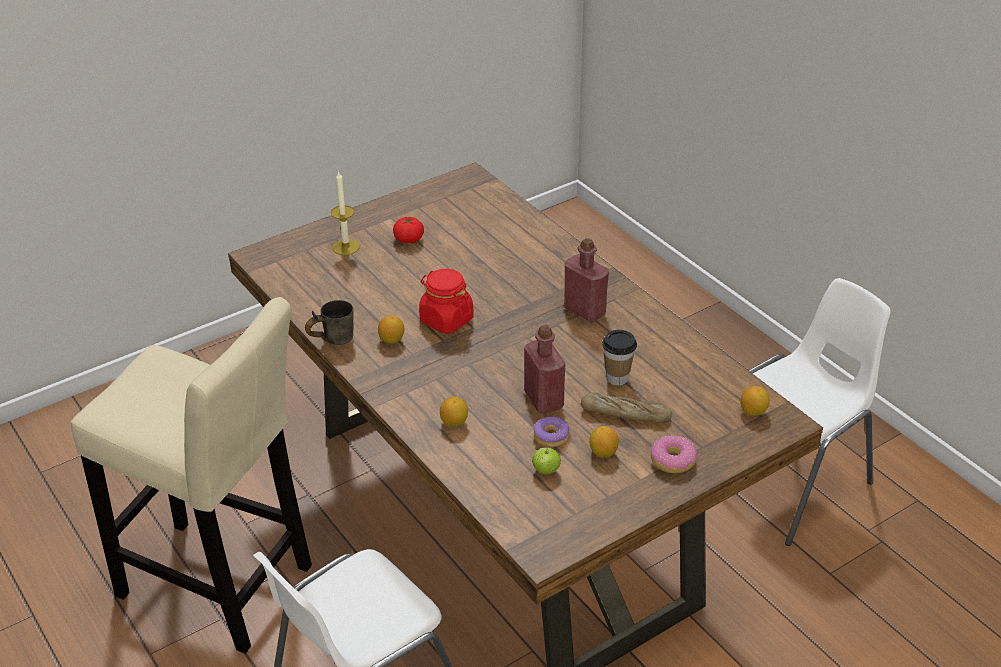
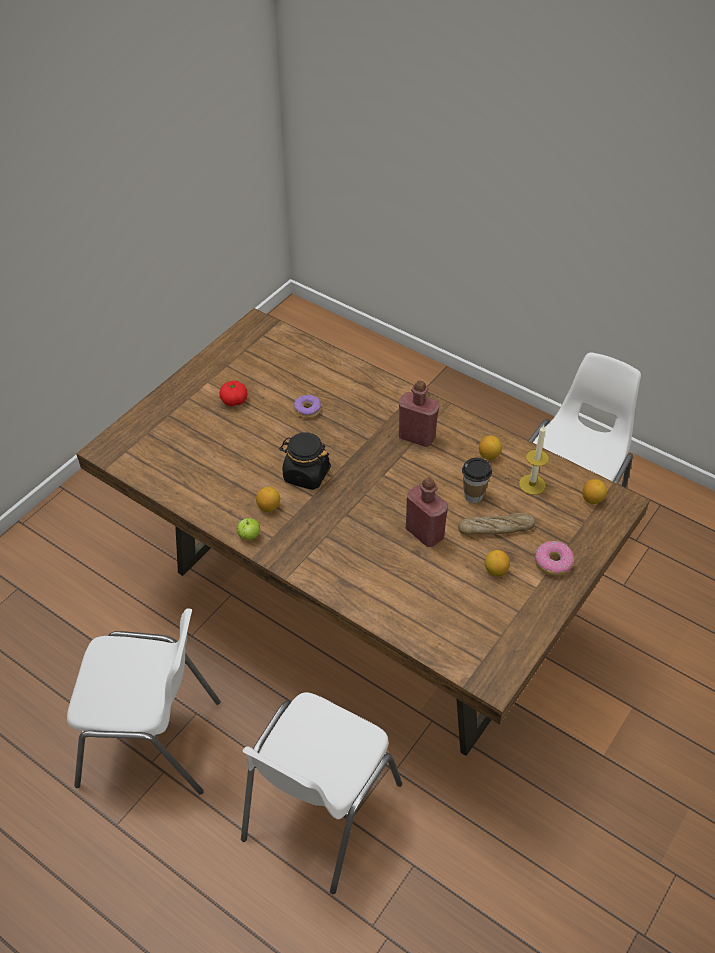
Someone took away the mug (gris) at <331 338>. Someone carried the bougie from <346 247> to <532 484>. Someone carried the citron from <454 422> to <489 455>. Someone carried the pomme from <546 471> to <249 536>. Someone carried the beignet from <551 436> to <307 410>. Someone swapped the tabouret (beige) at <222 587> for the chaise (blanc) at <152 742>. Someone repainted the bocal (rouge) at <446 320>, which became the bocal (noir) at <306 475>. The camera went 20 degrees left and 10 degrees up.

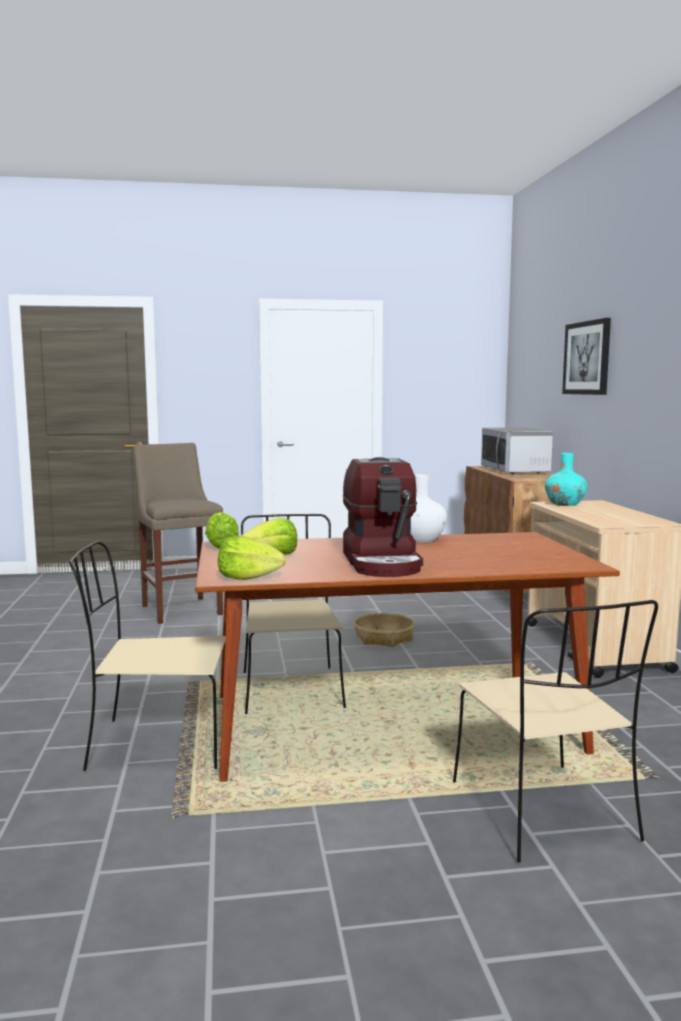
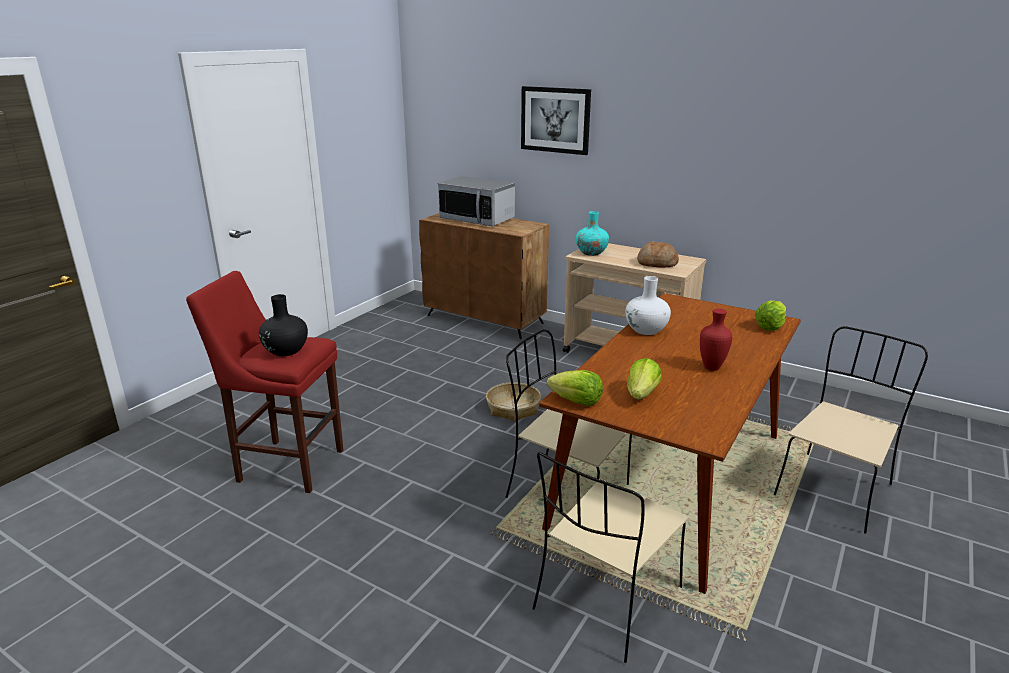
Someone put down the vase (noir) at <286 351>. Someone put down the pain at <656 263>. Someone carried the laitue from <248 577> to <770 326>. Someone swapped the machine à café at <383 562> for the vase (rouge) at <711 367>. Someone repainted the tabouret (beige) at <181 609>, which became the tabouret (rouge) at <286 464>. Someone rotated the chaise (beige) at <545 814> by 75 degrees counterclockwise. The camera went 50 degrees left and 15 degrees up.

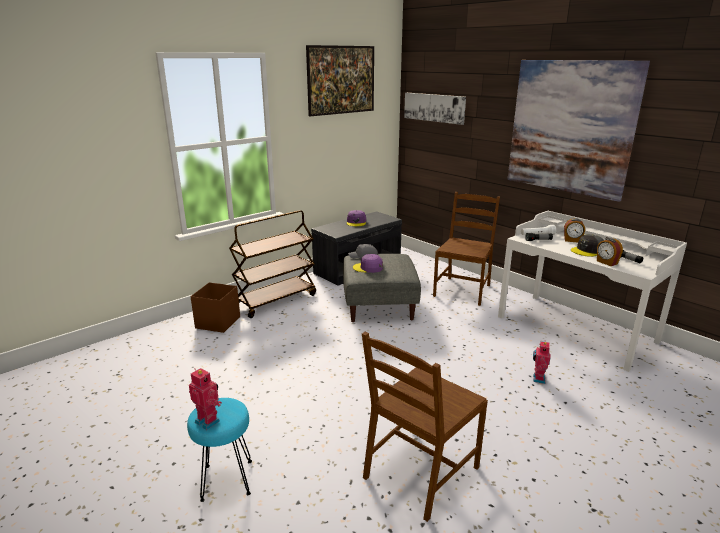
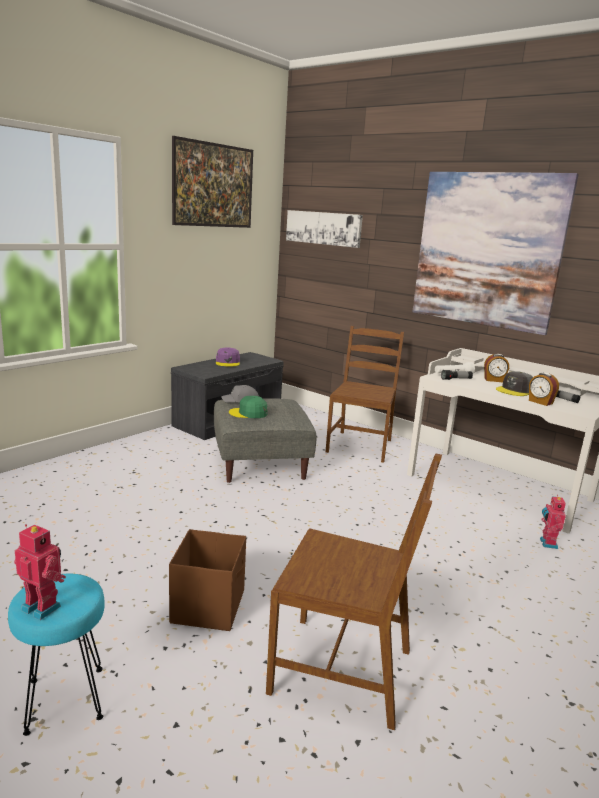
Someone took away the chariot (marron) at <276 300>. Someone carried the boîte de rangement (marron) from <218 322> to <209 606>. Someone carried the robot jouet from <537 378> to <547 543>. Someone repainted the casquette (violet) at <368 268>, which became the casquette (vert) at <248 413>. Someone rotated the chaise (marron) at <420 472> by 105 degrees counterclockwise. The camera went 10 degrees left and 5 degrees down.

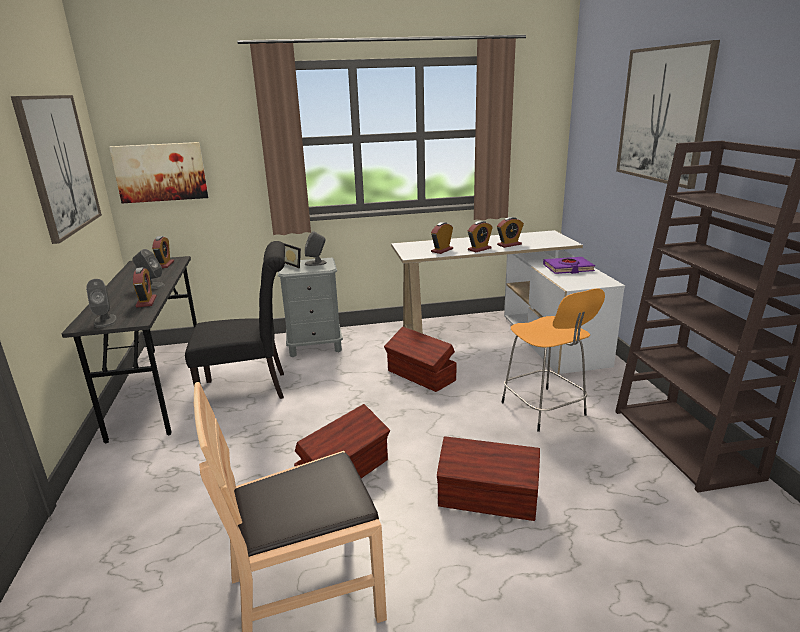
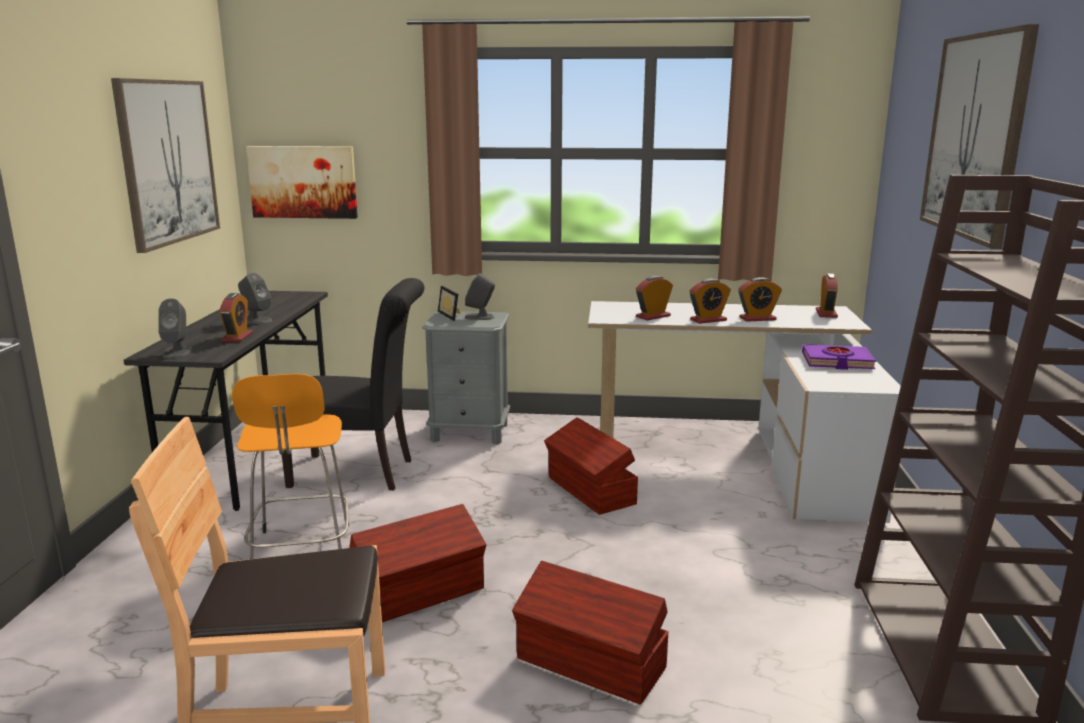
Someone carried the réveil from <164 265> to <826 313>. Someone carried the tabouret (orange) from <545 410> to <301 552>. The camera went 15 degrees right and 5 degrees down.

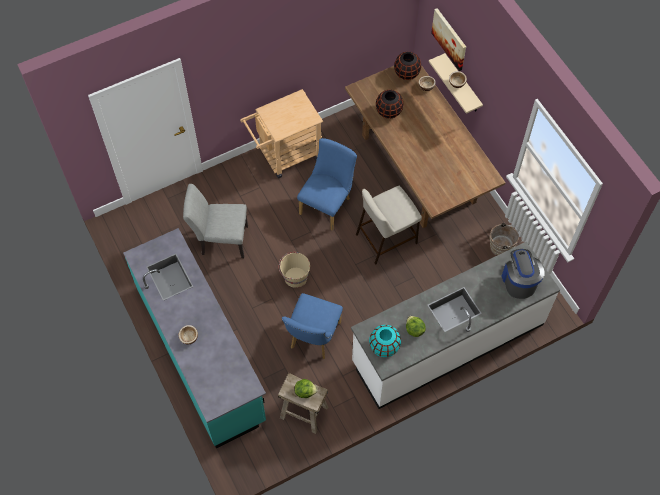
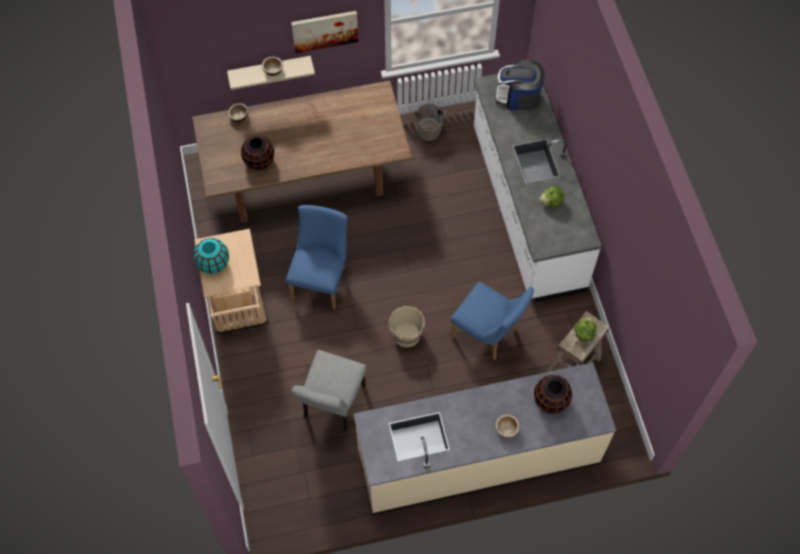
Someone took away the tabouret (beige) at <387 238>. Someone carried the vase (turquoise) from <384 346> to <213 264>. Someone carried the vase (noir) from <406 73> to <550 401>. Someone carried the tableau from <449 39> to <325 30>. Someone repainted the comptoir de cuisine (turquoise) at <201 353>, which became the comptoir de cuisine (beige) at <477 457>. Someone rotated the chaise (bleu) at <327 204> by 60 degrees clockwise. The camera went 75 degrees left and 0 degrees up.

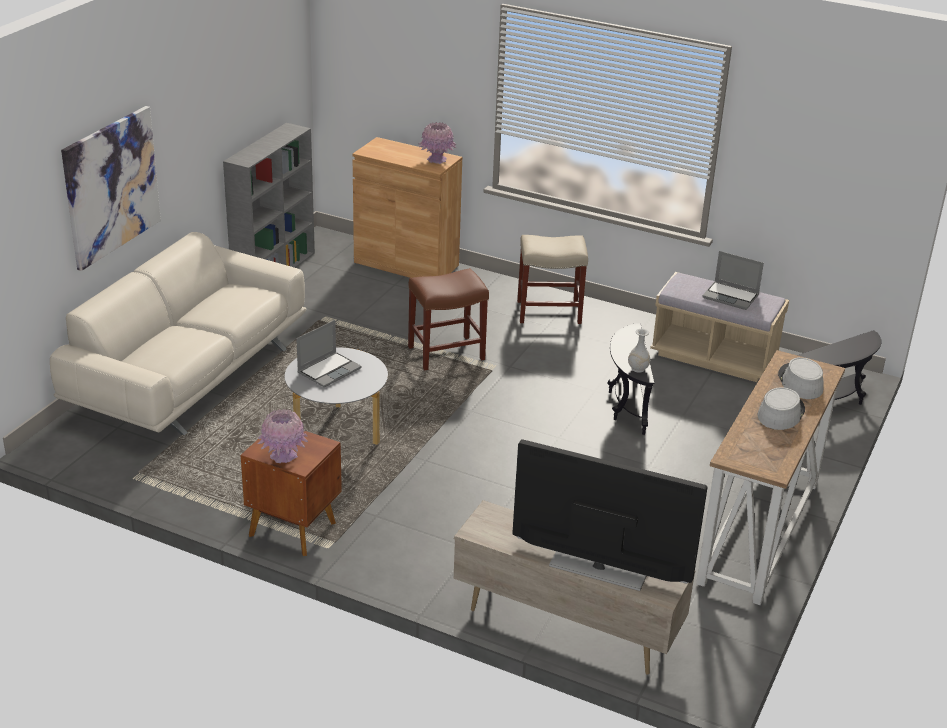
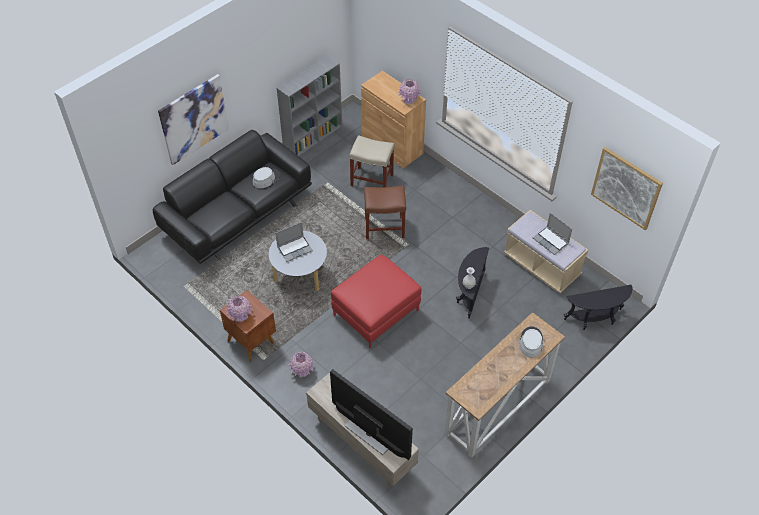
Someone put down the vase (rose) at <302 371>. Someone put down the pouf (rouge) at <376 312>. Someone put up the tableau at <626 188>. Someone carried the tabouret (beige) from <550 312> to <372 180>. Someone carried the chapeau (gris) from <780 413> to <266 179>. Someone repainted the canapé (beige) at <189 374>, which became the canapé (noir) at <237 214>. The camera went 20 degrees right and 20 degrees up.

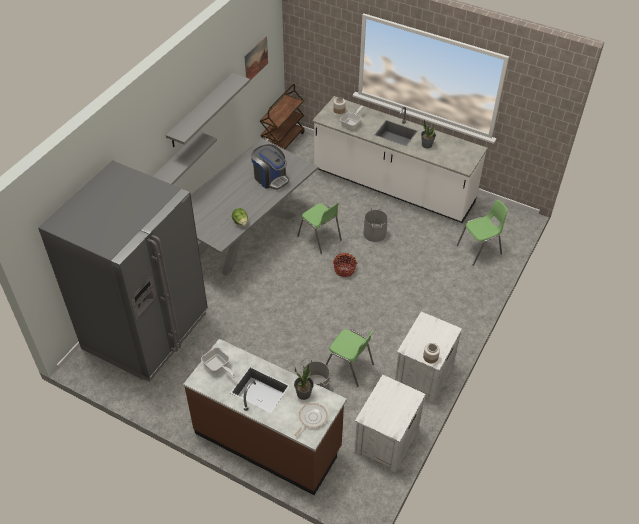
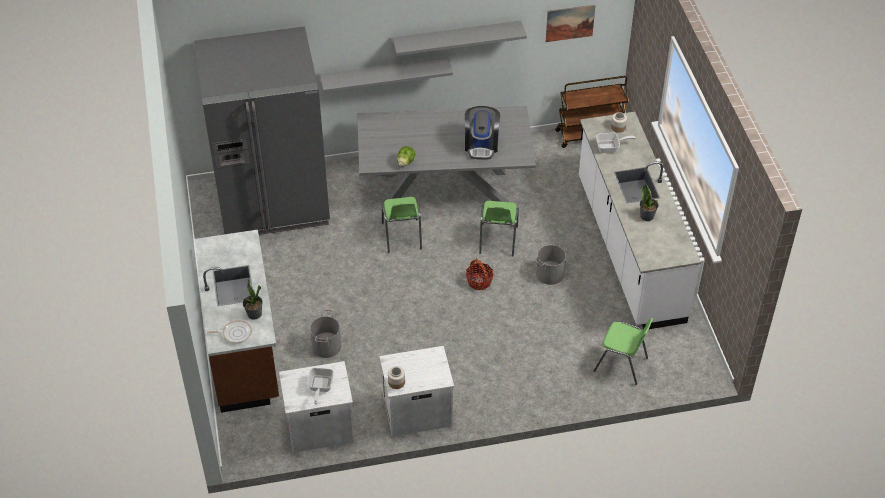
Someone carried the poêle from <218 367> to <320 388>. Someone carried the chaise (vert) from <349 367> to <402 236>. The camera went 50 degrees right and 0 degrees up.

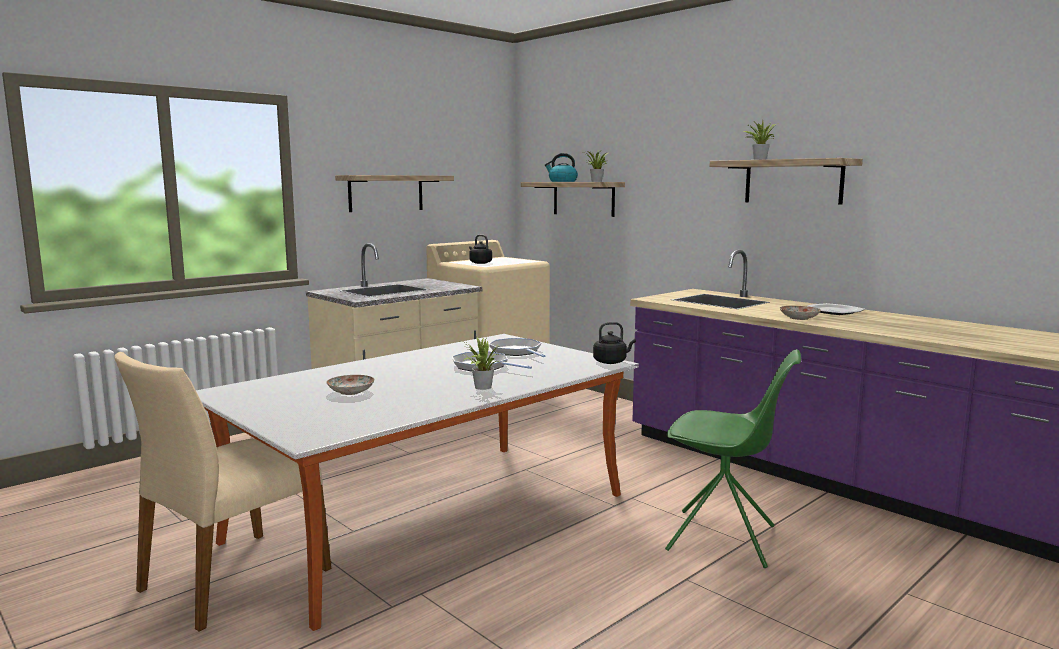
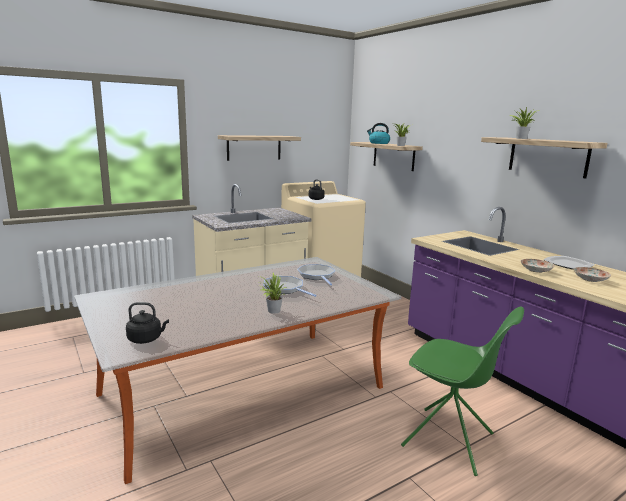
Someone took away the chaise (beige) at <232 579>. Someone carried the assiette from <351 392> to <590 279>. Someone carried the bouilloire (noir) from <611 362> to <146 339>. The camera went 10 degrees right and 5 degrees up.

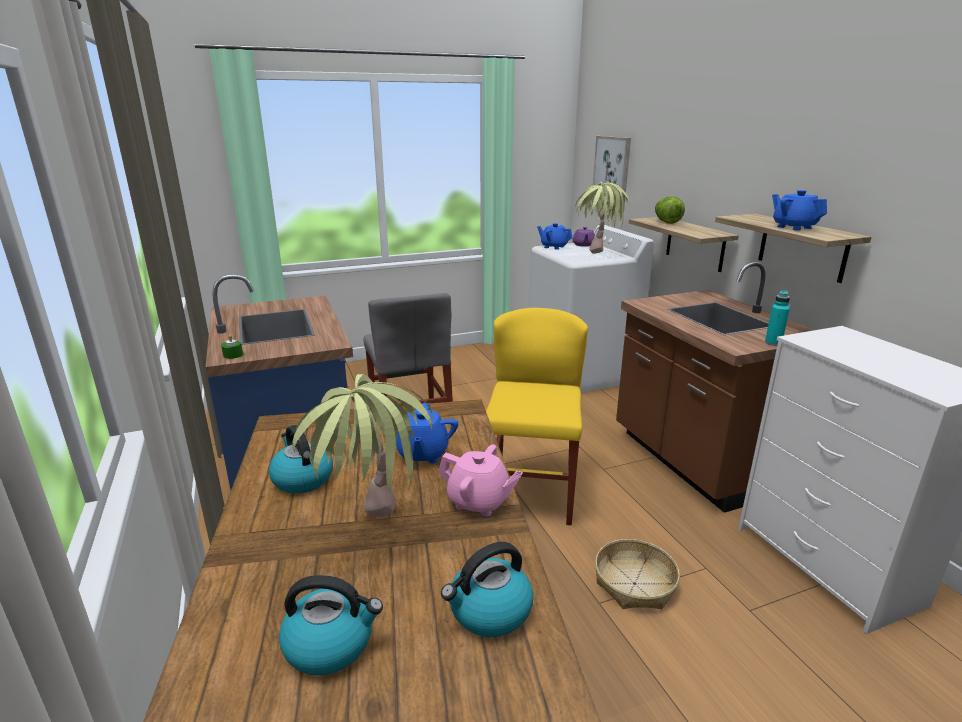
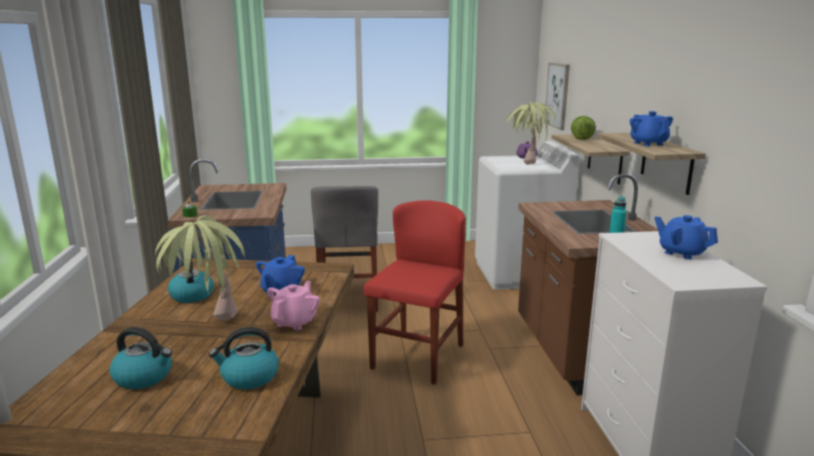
Someone took away the panier at <635 583>. Someone carried the théière (bleu) from <554 247> to <681 253>. Someone repainted the chaise (jaune) at <532 492>, which became the chaise (rouge) at <417 356>. Someone rotated the théière (rose) at <479 502> by 105 degrees counterclockwise. The camera went 15 degrees right and 5 degrees down.

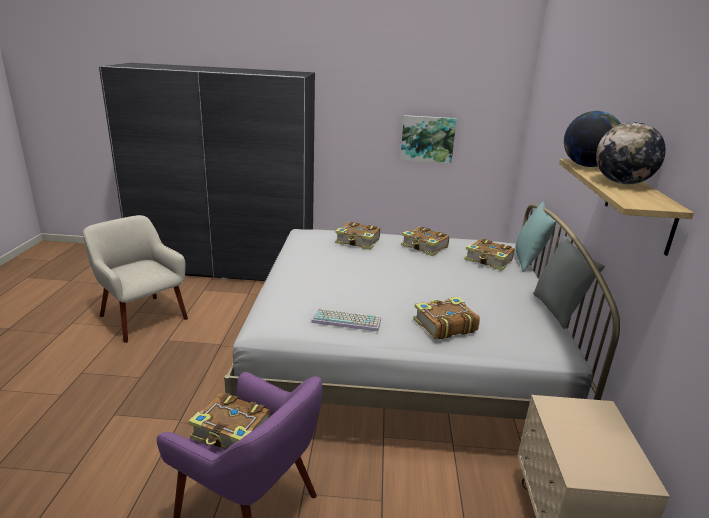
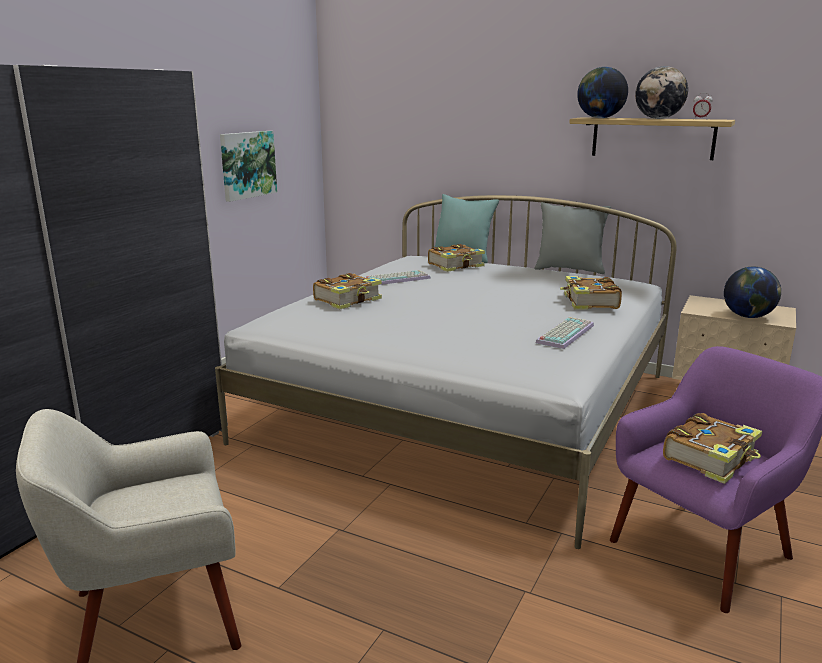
Someone put down the réveil at <700 119>. Someone put down the globe at <748 316>. Someone swapped the livre at <424 247> for the clavier at <397 279>. The camera went 65 degrees left and 5 degrees down.

